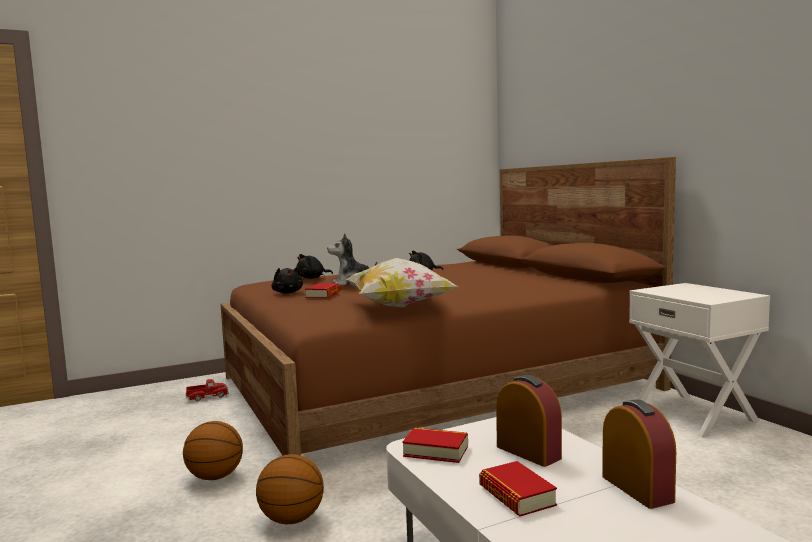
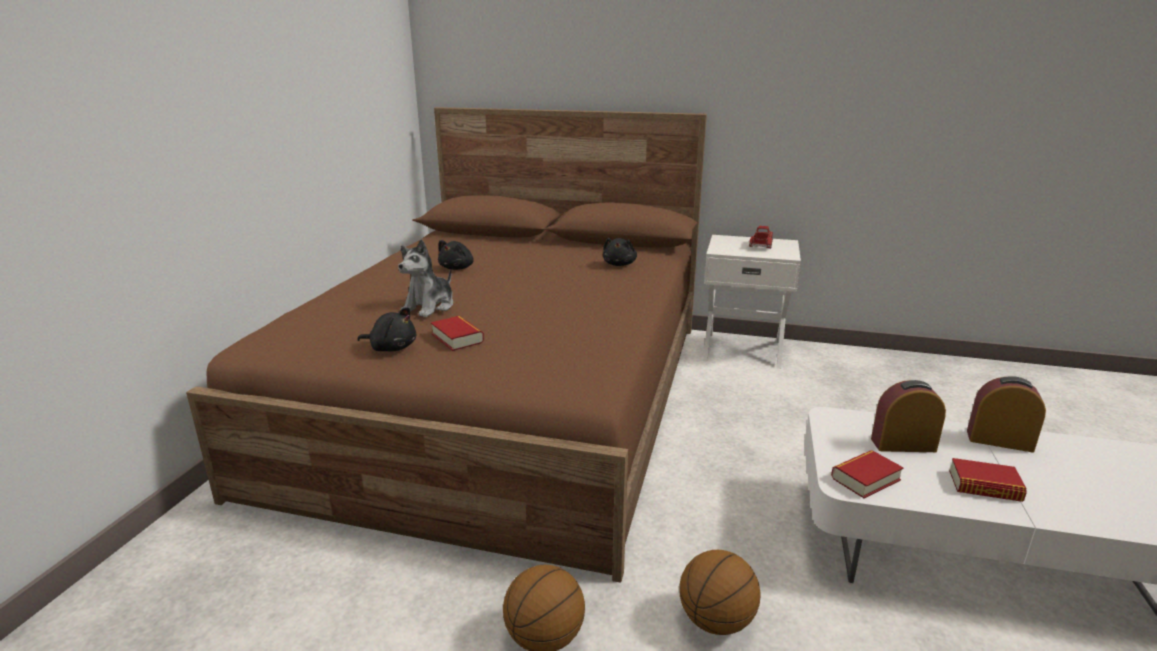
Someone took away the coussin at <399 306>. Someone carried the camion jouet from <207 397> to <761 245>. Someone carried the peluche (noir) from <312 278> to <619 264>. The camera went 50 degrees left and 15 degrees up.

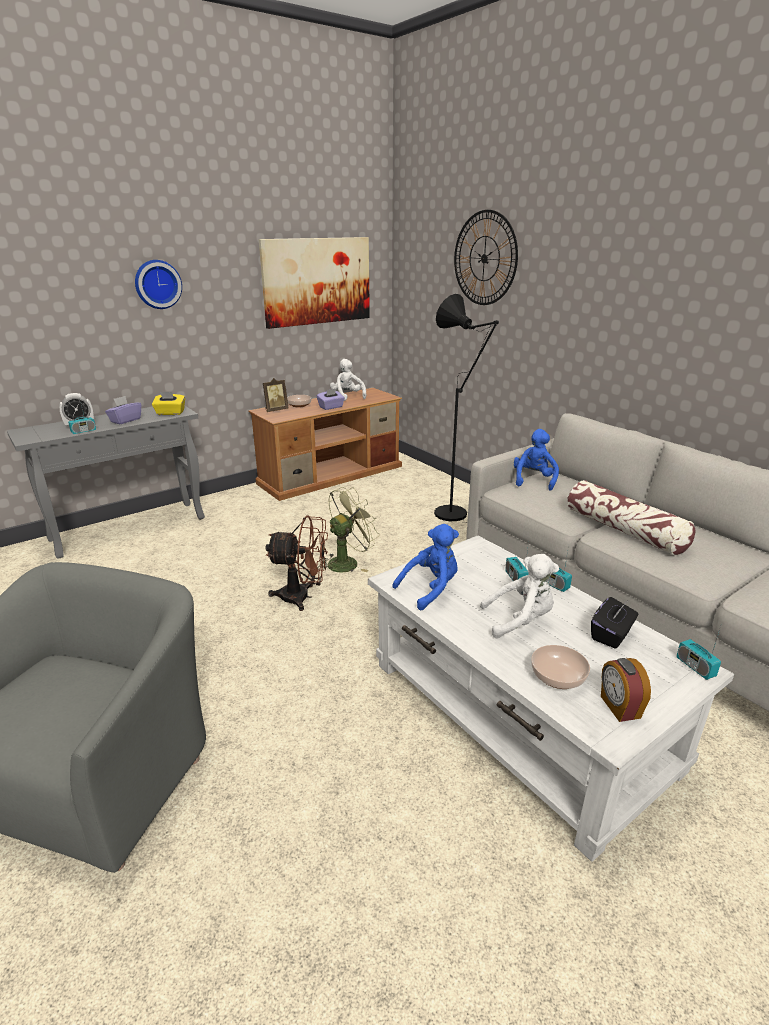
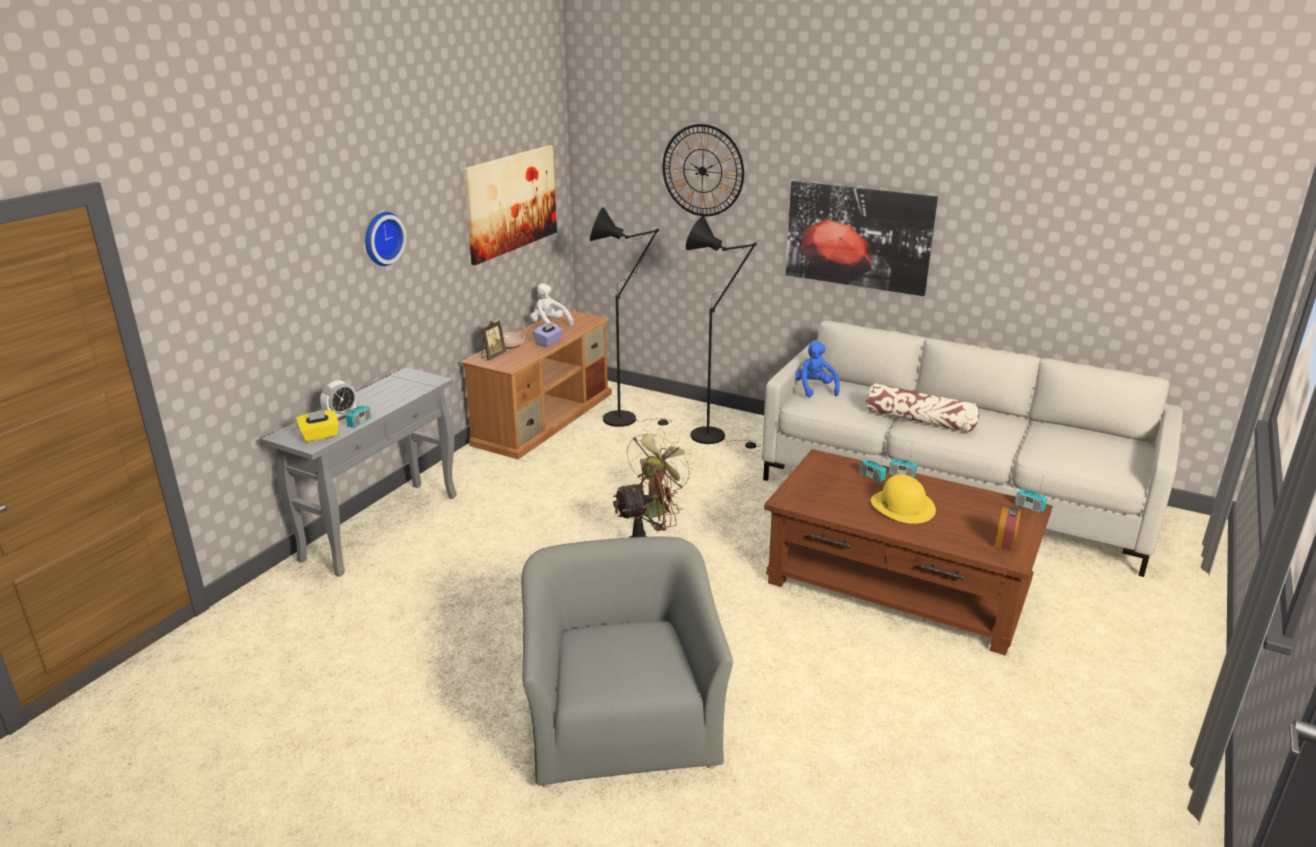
Someone took away the boîte à mouchoirs (violet) at <125 420>. Someone took away the peluche (bleu) at <430 589>. Someone took away the bol at <558 676>. Someone took away the boîte à mouchoirs (noir) at <611 635>. Someone put down the lampadaire (noir) at <626 419>. Someone put up the tableau at <858 237>. Someone carried the boîte à mouchoirs (jaune) from <170 413> to <320 436>. Someone swapped the peluche (blanc) at <520 620> for the chapeau (jaune) at <903 506>. Someone repainted the table basse (blanc) at <518 714>, which became the table basse (marron) at <898 585>. Someone rotated the réveil at <619 707> by 120 degrees counterclockwise. The camera went 25 degrees left and 0 degrees up.

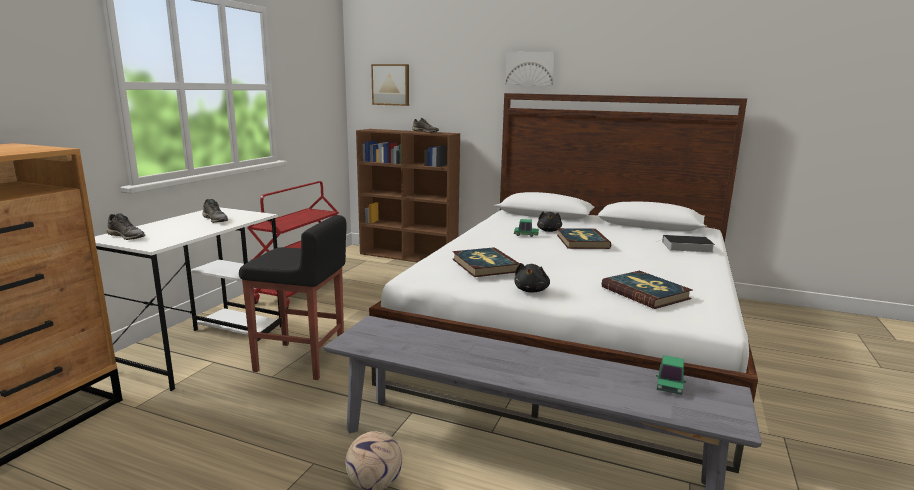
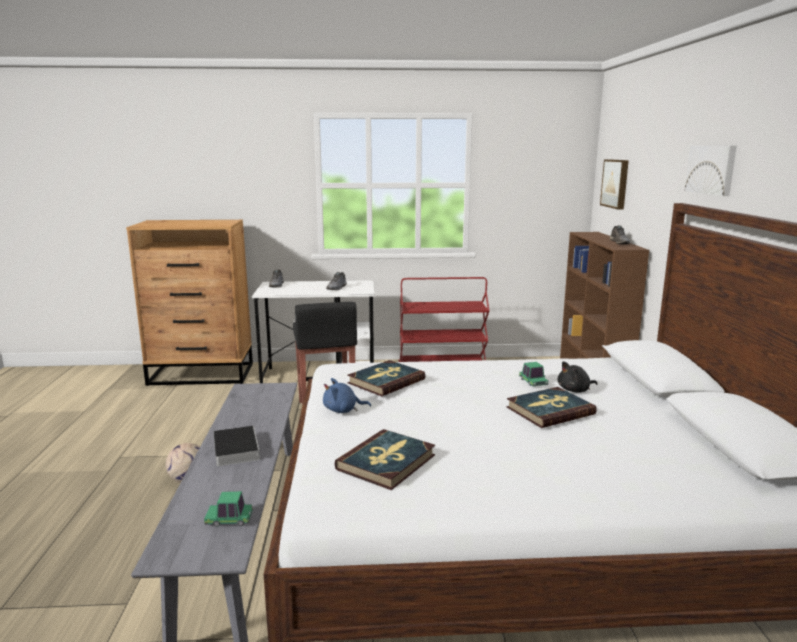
Someone carried the livre from <685 247> to <235 448>. Someone repainted the peluche (noir) at <531 290>, which became the peluche (bleu) at <343 410>. The camera went 65 degrees right and 0 degrees up.

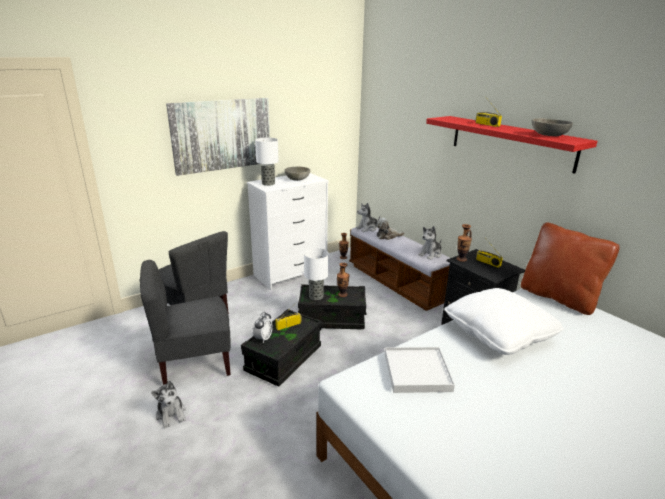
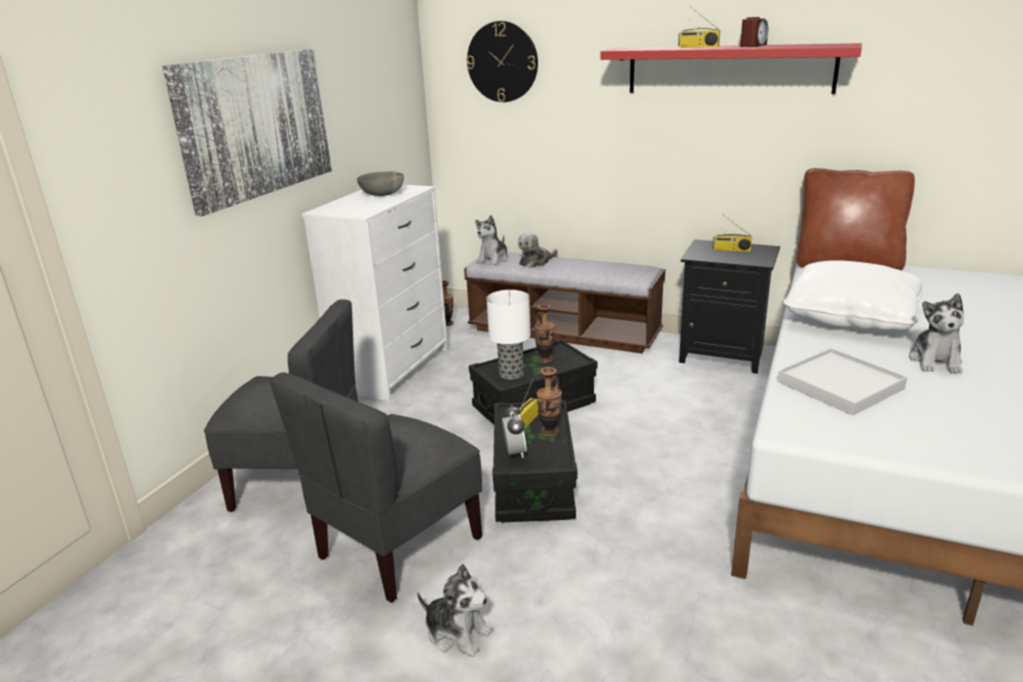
Someone took away the lampe de table at <268 183>. Someone took away the bol (gris) at <549 135>. Someone put up the horloge murale at <502 62>. Someone put down the réveil at <753 46>. Someone carried the peluche from <430 254> to <935 361>. Someone carried the vase from <461 259> to <550 431>. The camera went 30 degrees left and 0 degrees up.

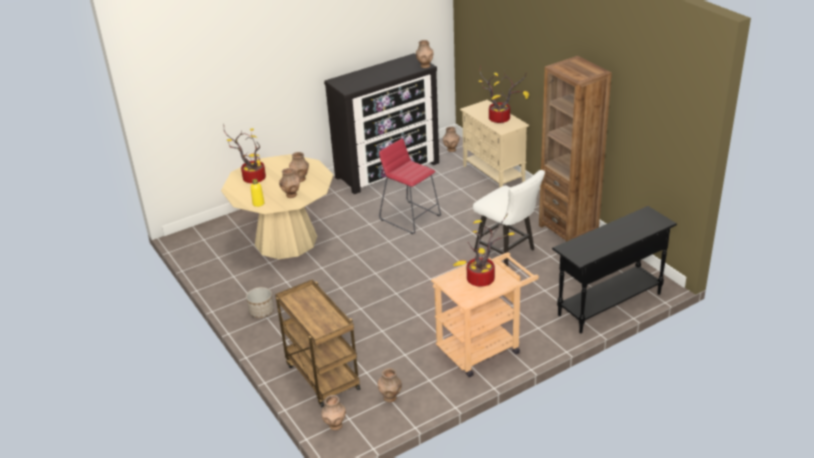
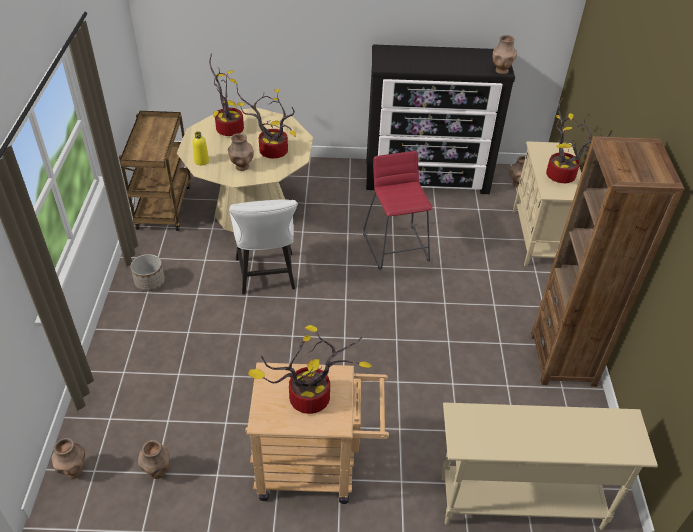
Someone carried the chariot (marron) from <321 376> to <163 205>. Someone carried the chaise (blanc) from <508 252> to <266 277>. Someone swapped the vase (marron) at <300 179> for the plante en pot at <270 152>. Someone repainted the table console (noir) at <609 304>, which became the table console (beige) at <519 502>. The camera went 30 degrees right and 10 degrees up.

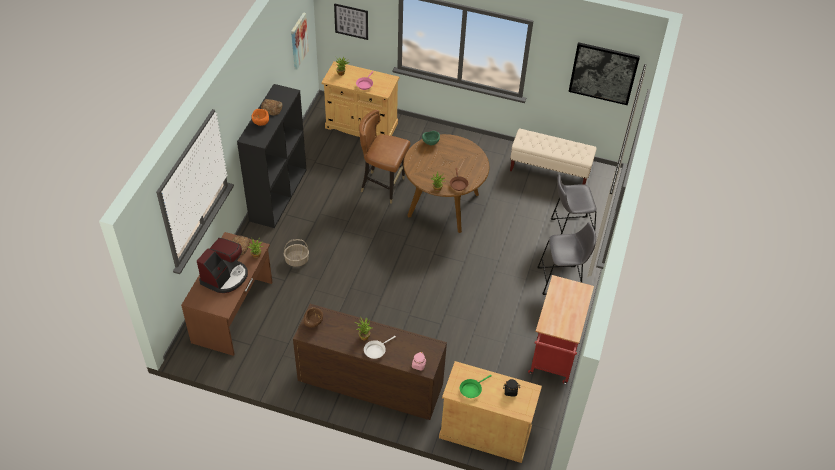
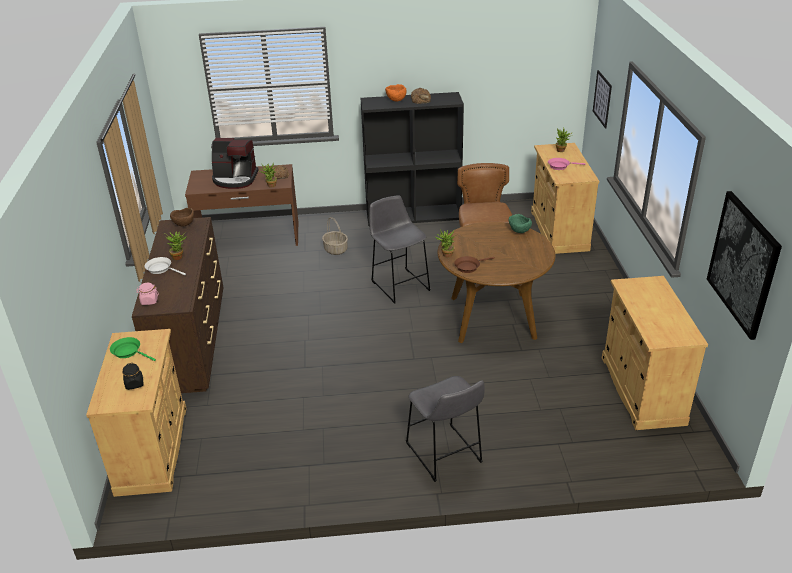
Someone took away the tableau at <298 41>. Someone took away the chariot (rouge) at <553 357>. Someone carried the tabouret (gris) from <569 230> to <399 284>. Someone swapped the banc (beige) at <550 171> for the meuble de rangement (beige) at <642 390>. The camera went 70 degrees right and 15 degrees down.

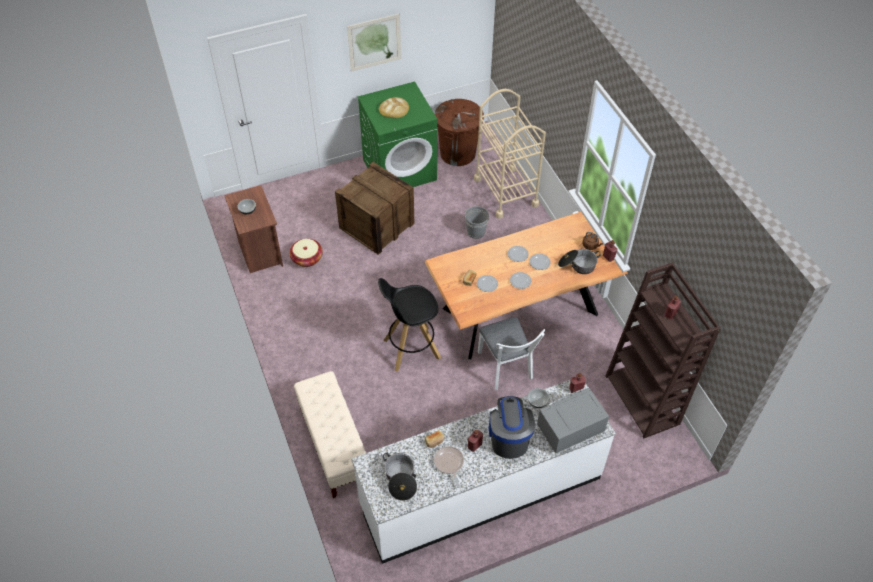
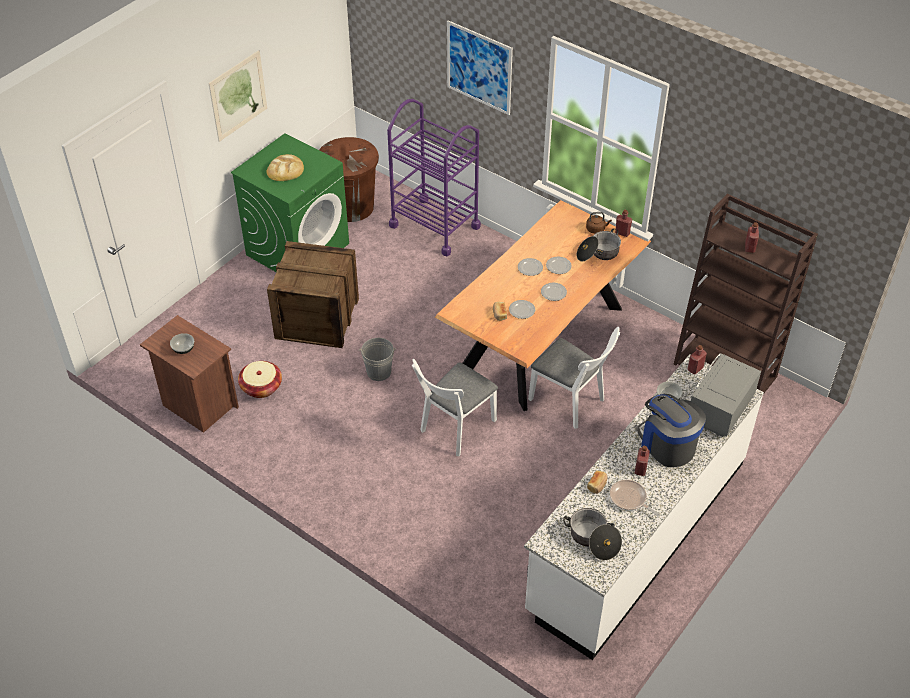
Someone took away the banc (beige) at <334 445>. Someone put up the tableau at <479 67>. Someone carried the seau (gris) from <476 232> to <378 372>. Someone swapped the tabouret (noir) at <410 349> for the chaise (blanc) at <454 429>. Someone repainted the chariot (beige) at <506 192>, which became the chariot (violet) at <434 226>. The camera went 30 degrees left and 5 degrees down.

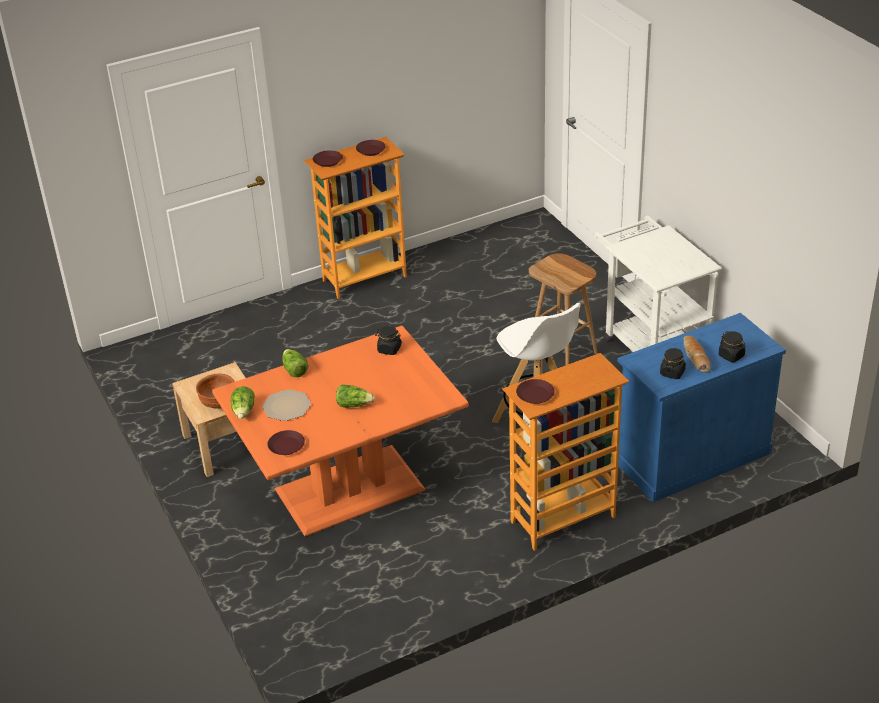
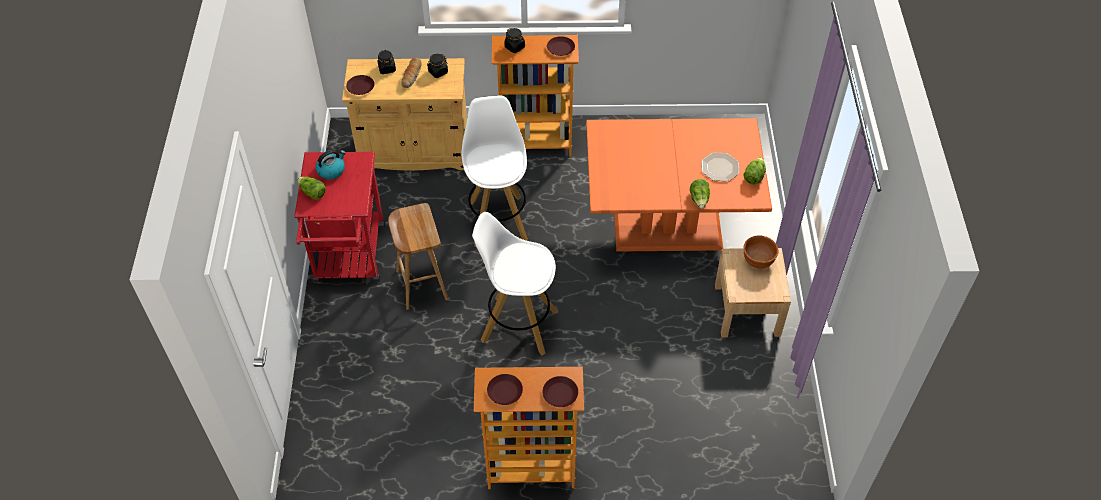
Someone put down the bouilloire at <331 170>. Someone put down the tabouret (blanc) at <518 325>. Someone carried the assiette (marron) from <286 446> to <360 87>. Someone carried the laitue from <354 404> to <312 193>. Someone carried the bocal (noir) from <389 349> to <515 47>. Someone repainted the chariot (blanc) at <650 345>, which became the chariot (rouge) at <349 259>. Someone repainted the meuble de rangement (bleu) at <692 457>, which became the meuble de rangement (beige) at <414 151>. The camera went 155 degrees left and 15 degrees up.

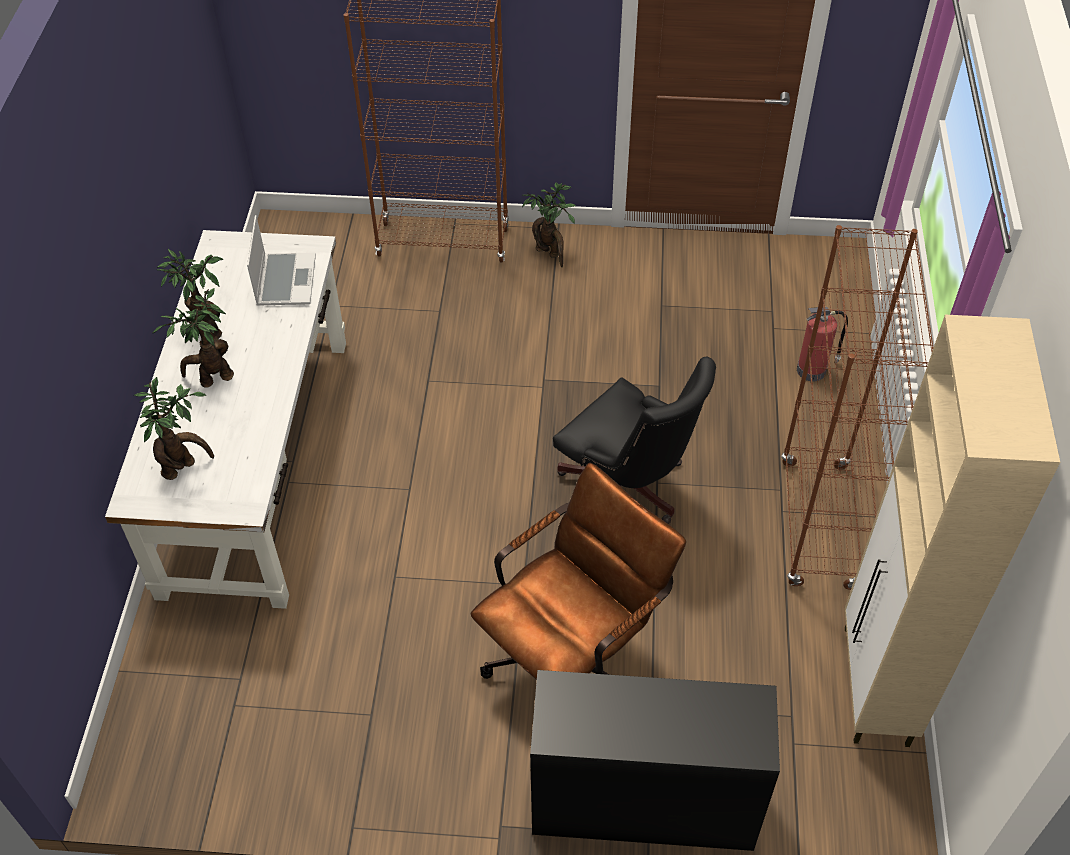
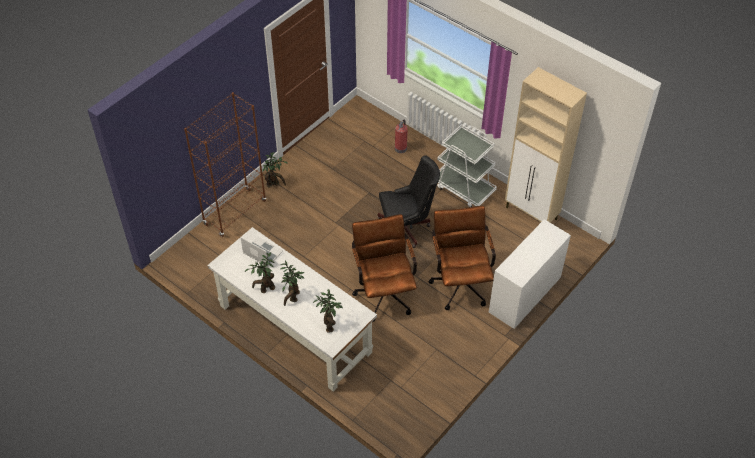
Someone put down the chaise de bureau (marron) at <384 292>. Someone swapped the bibliothèque (marron) at <818 525> for the chariot (blanc) at <463 188>. Someone repainted the bureau (noir) at <643 803>, which became the bureau (blanc) at <525 294>. The camera went 55 degrees left and 0 degrees up.

